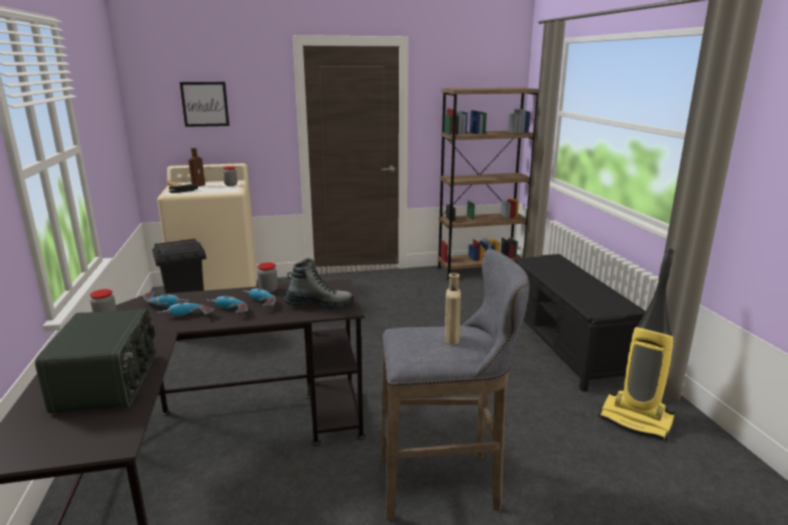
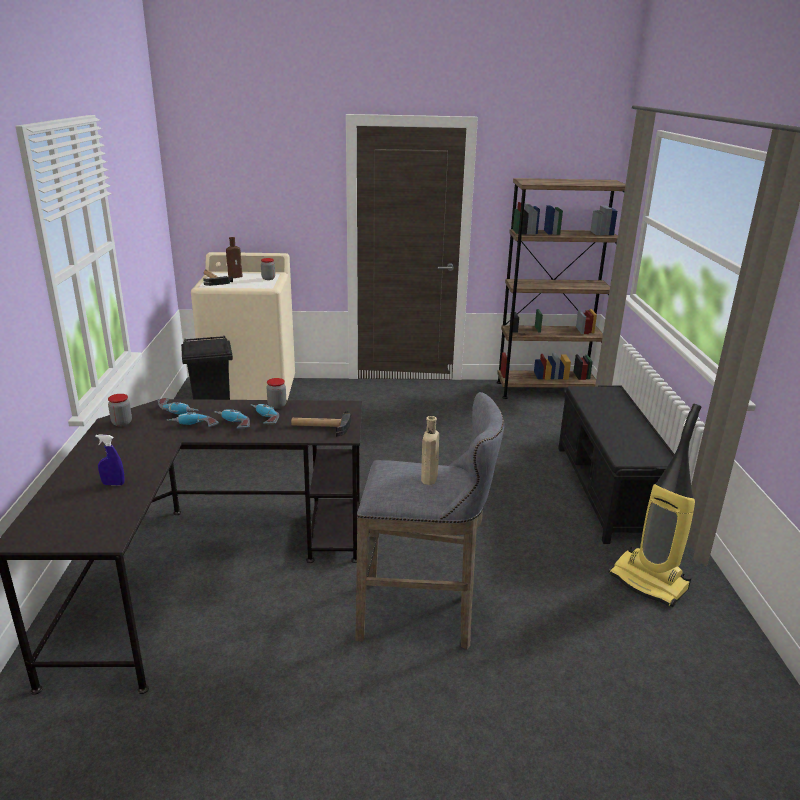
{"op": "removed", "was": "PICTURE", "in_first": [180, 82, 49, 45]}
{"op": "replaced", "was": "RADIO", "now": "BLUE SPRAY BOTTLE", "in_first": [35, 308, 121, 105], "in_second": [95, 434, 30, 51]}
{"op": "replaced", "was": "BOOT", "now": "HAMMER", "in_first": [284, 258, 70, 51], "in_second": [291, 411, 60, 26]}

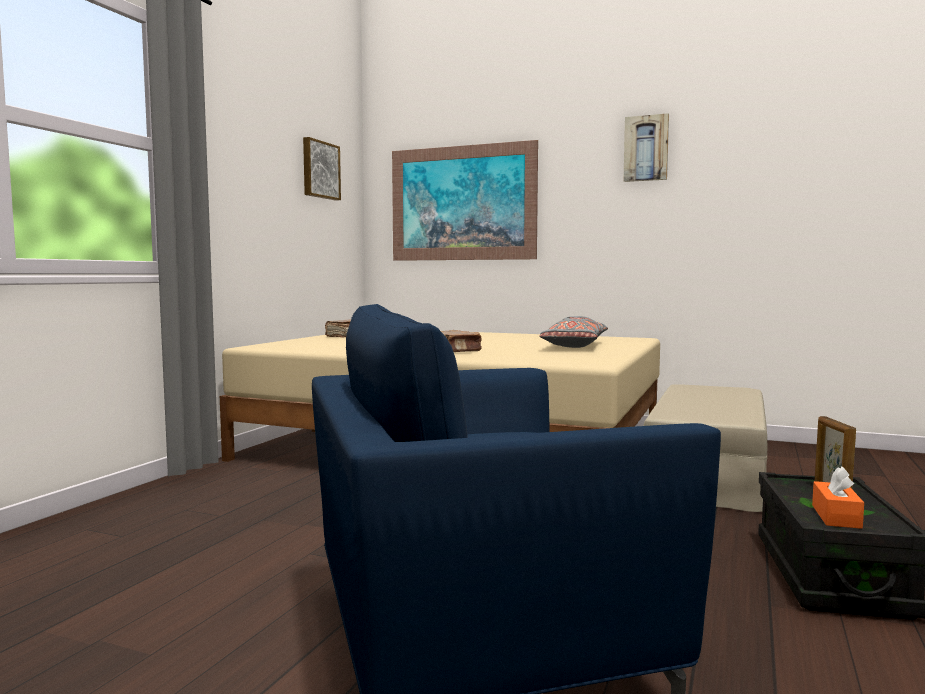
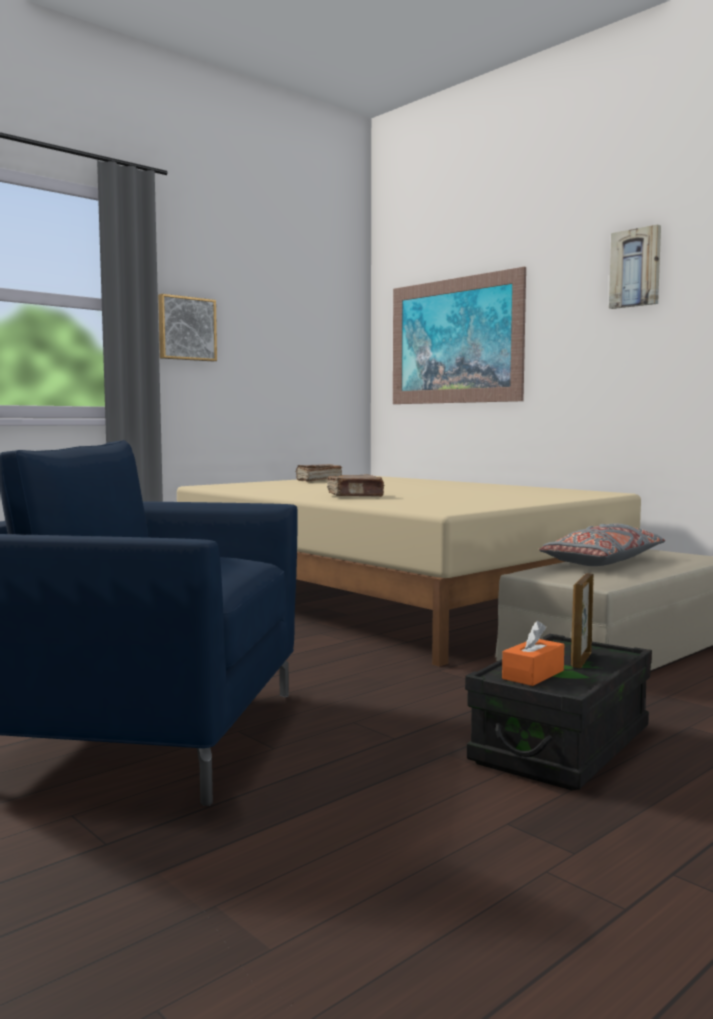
{"op": "moved", "was": "PICTURE", "in_first": [303, 137, 38, 64], "in_second": [158, 294, 59, 67]}
{"op": "moved", "was": "GREY PILLOW", "in_first": [539, 316, 69, 32], "in_second": [539, 524, 126, 42]}

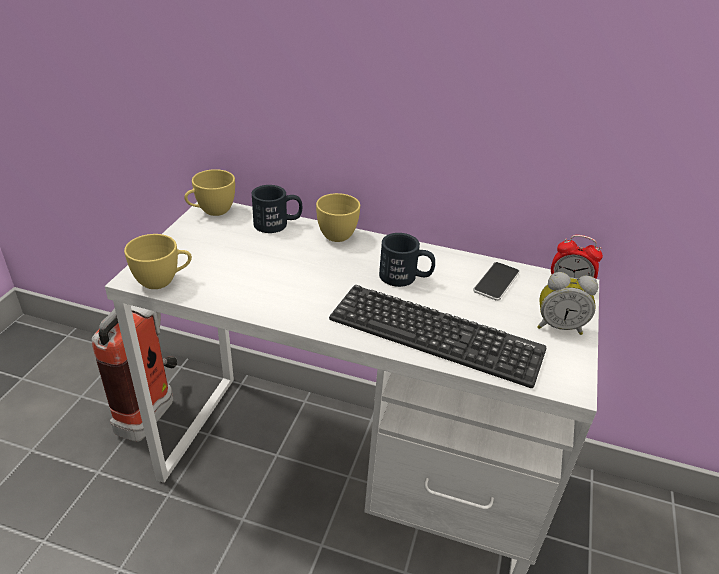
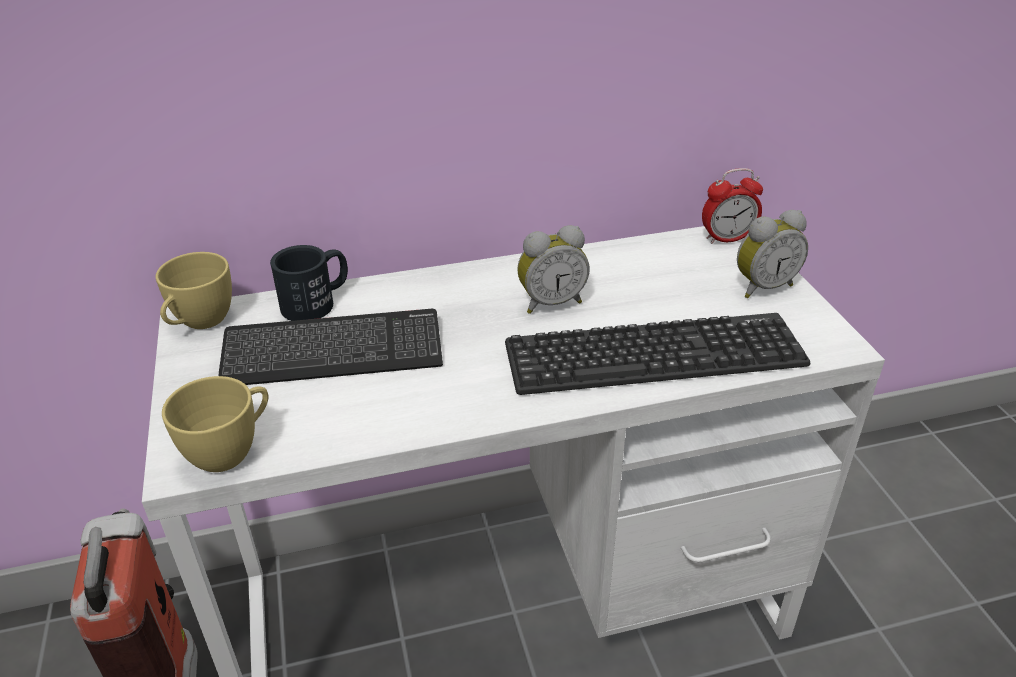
{"op": "removed", "was": "YELLOW CUP", "in_first": [316, 193, 44, 49]}
{"op": "removed", "was": "PHONE", "in_first": [473, 262, 47, 39]}
{"op": "added", "now": "KEYBOARD", "in_second": [218, 309, 225, 76]}
{"op": "replaced", "was": "BLACK MUG", "now": "ALARM CLOCK", "in_first": [379, 233, 56, 54], "in_second": [517, 225, 73, 89]}

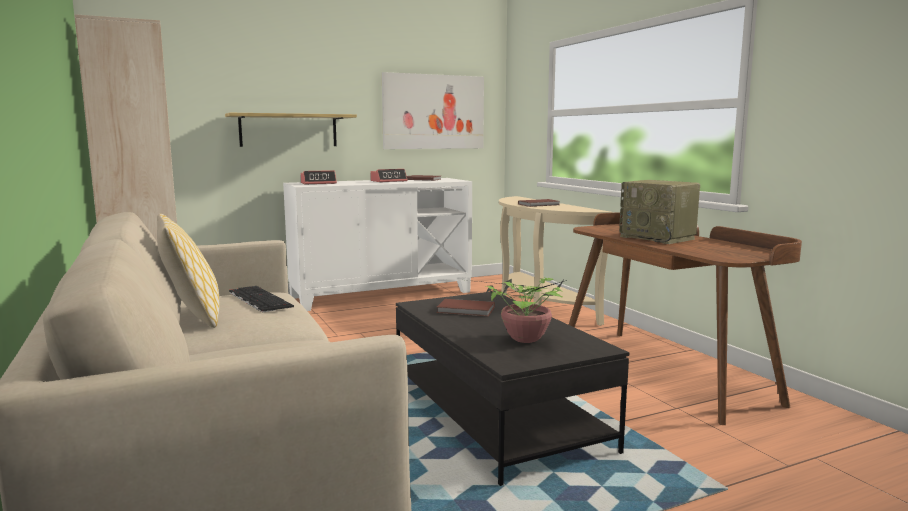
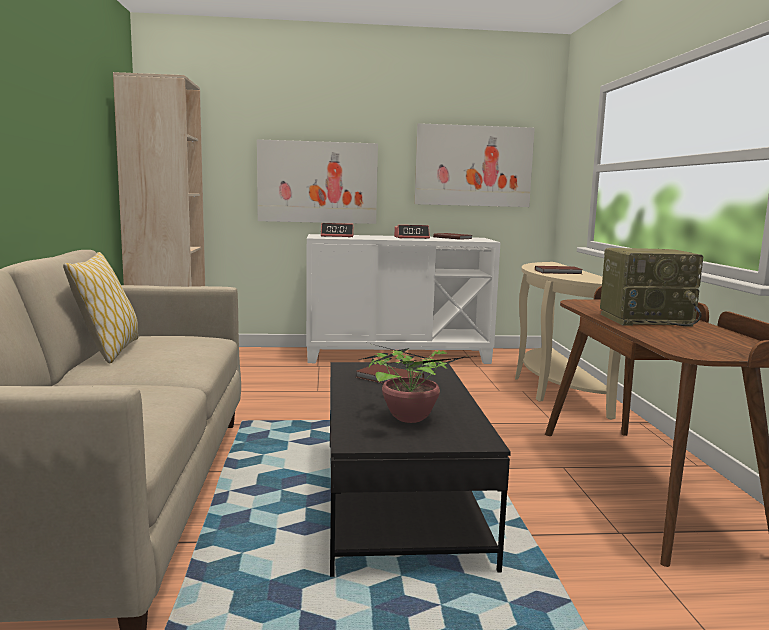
{"op": "removed", "was": "KEYBOARD", "in_first": [229, 286, 65, 27]}
{"op": "replaced", "was": "SHELF", "now": "PICTURE", "in_first": [225, 113, 132, 34], "in_second": [257, 139, 121, 85]}
{"op": "turned", "was": "RADIO", "in_first": [619, 180, 81, 64], "in_second": [600, 248, 103, 79], "clockwise": -75}

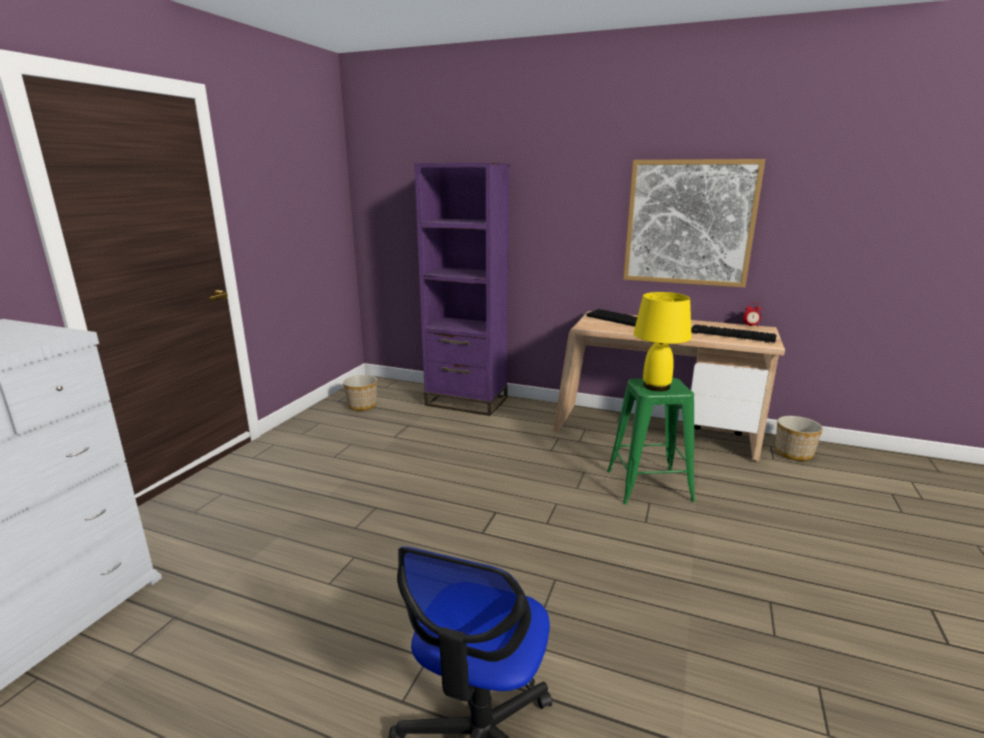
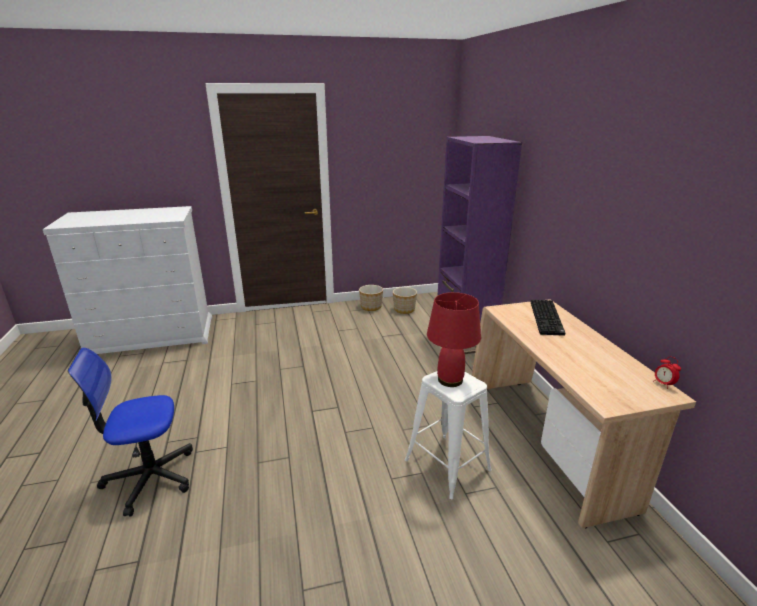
{"op": "removed", "was": "PICTURE", "in_first": [623, 159, 142, 129]}
{"op": "removed", "was": "KEYBOARD", "in_first": [691, 324, 86, 19]}
{"op": "moved", "was": "PLANTER", "in_first": [775, 416, 48, 45], "in_second": [359, 285, 24, 26]}
{"op": "recoloured", "was": "GREEN STOOL", "now": "WHITE STOOL", "in_first": [607, 378, 88, 126], "in_second": [405, 371, 87, 128]}
{"op": "recoloured", "was": "YELLOW TABLE LAMP", "now": "RED TABLE LAMP", "in_first": [633, 292, 59, 99], "in_second": [427, 292, 54, 95]}

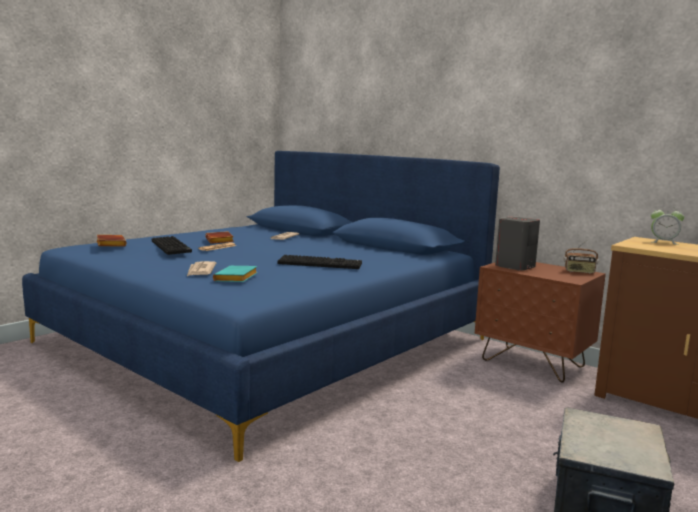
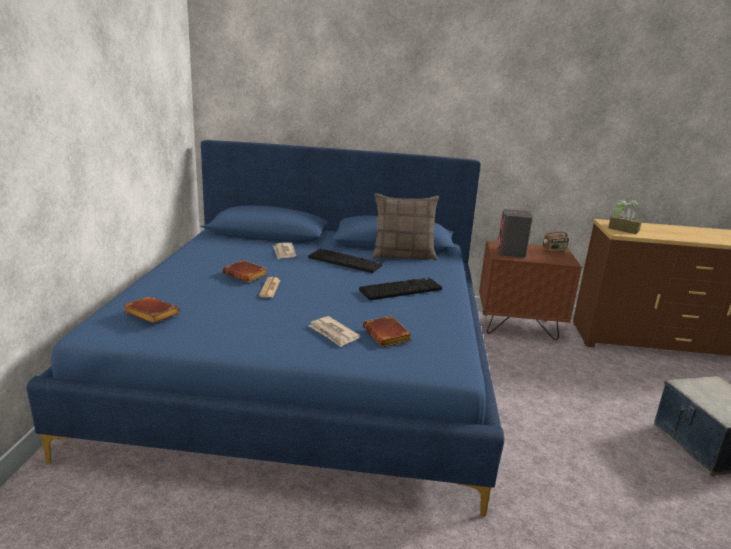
{"op": "added", "now": "PILLOW", "in_second": [372, 193, 67, 67]}
{"op": "added", "now": "BROWN TISSUE BOX", "in_second": [608, 208, 34, 26]}
{"op": "moved", "was": "KEYBOARD", "in_first": [152, 236, 40, 19], "in_second": [308, 249, 75, 24]}
{"op": "recoloured", "was": "TURQUOISE BOOK", "now": "BROWN BOOK", "in_first": [213, 266, 45, 16], "in_second": [363, 316, 49, 31]}

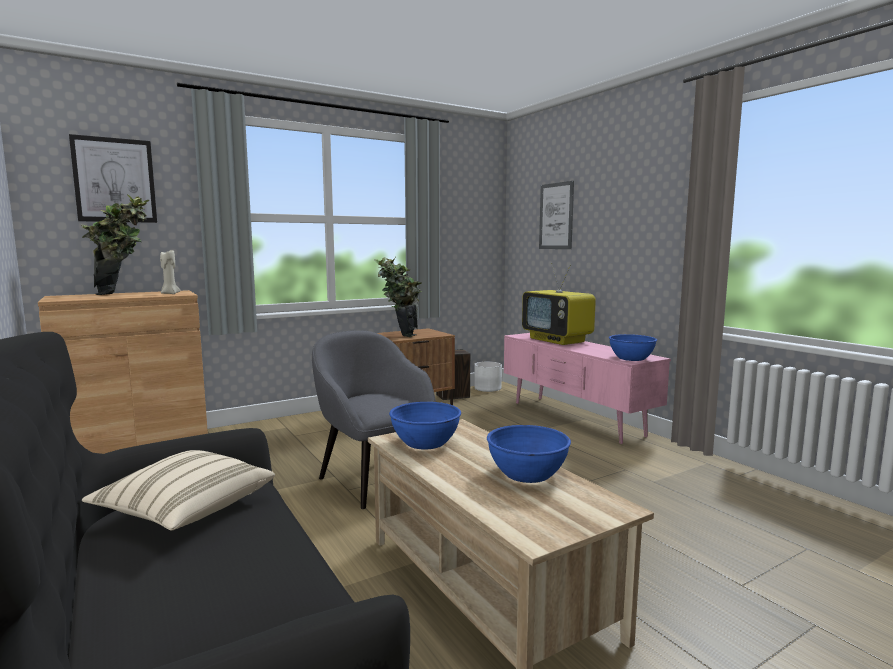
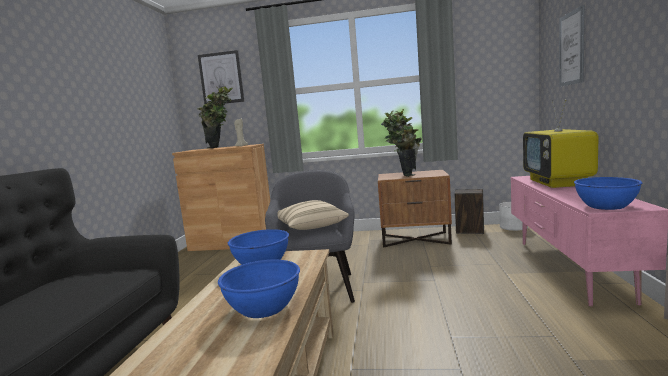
{"op": "moved", "was": "BEIGE PILLOW", "in_first": [82, 450, 193, 80], "in_second": [278, 200, 71, 30]}

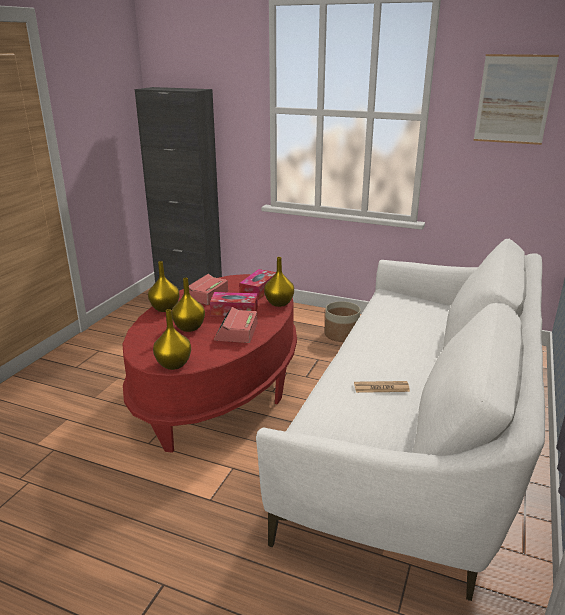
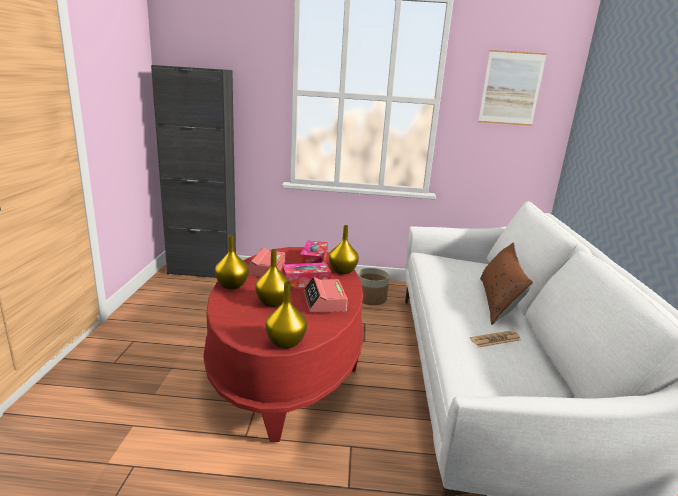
{"op": "added", "now": "BROWN PILLOW", "in_second": [480, 243, 53, 82]}

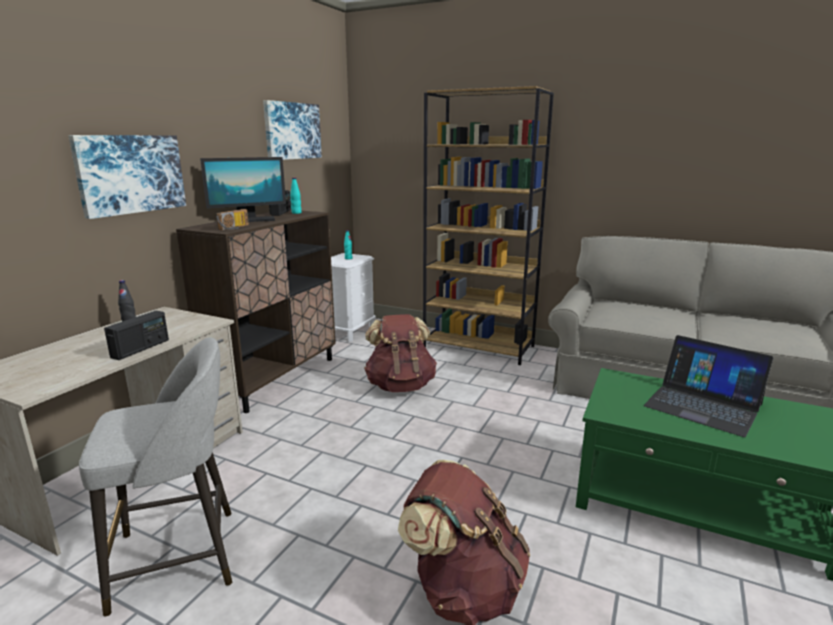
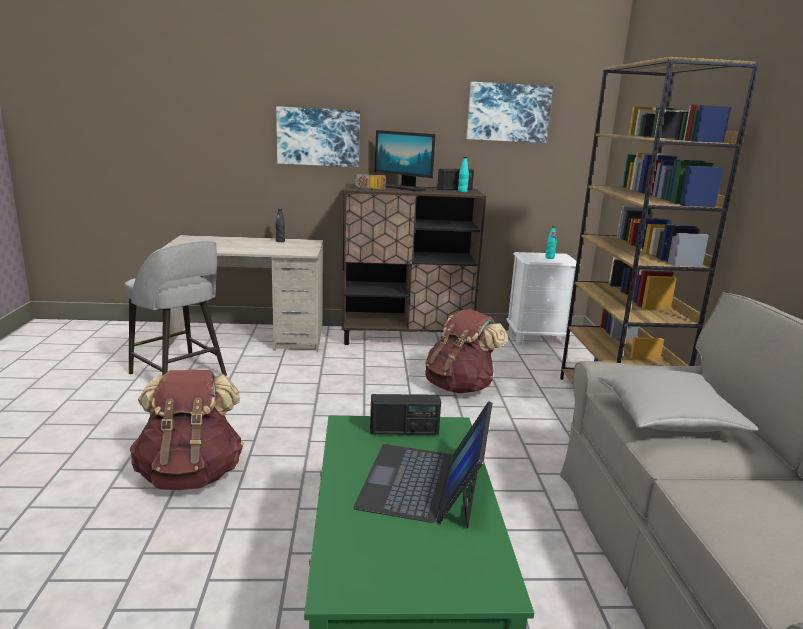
{"op": "added", "now": "GREY PILLOW", "in_second": [597, 370, 161, 62]}
{"op": "moved", "was": "RADIO", "in_first": [104, 311, 65, 49], "in_second": [370, 394, 71, 41]}

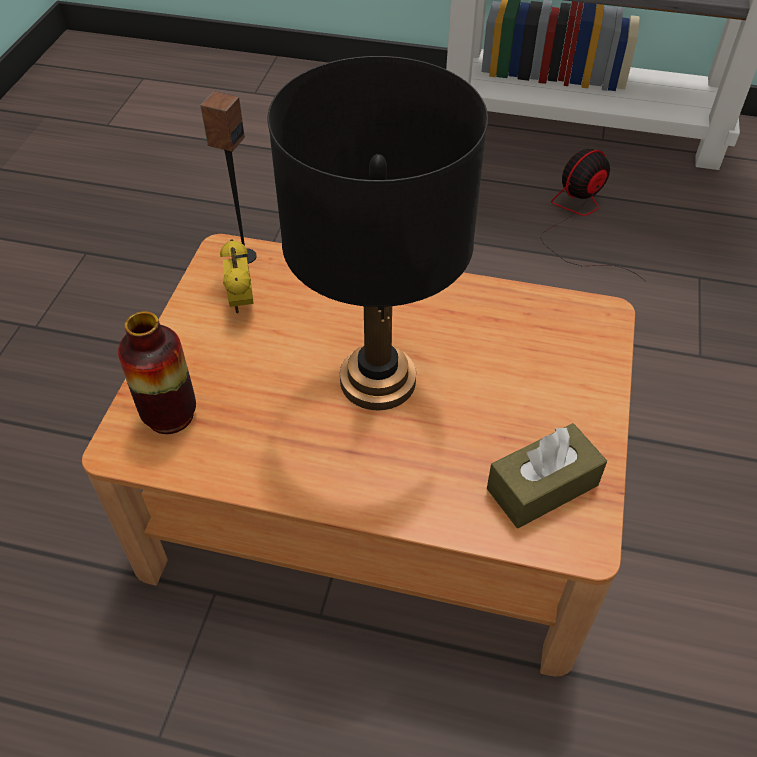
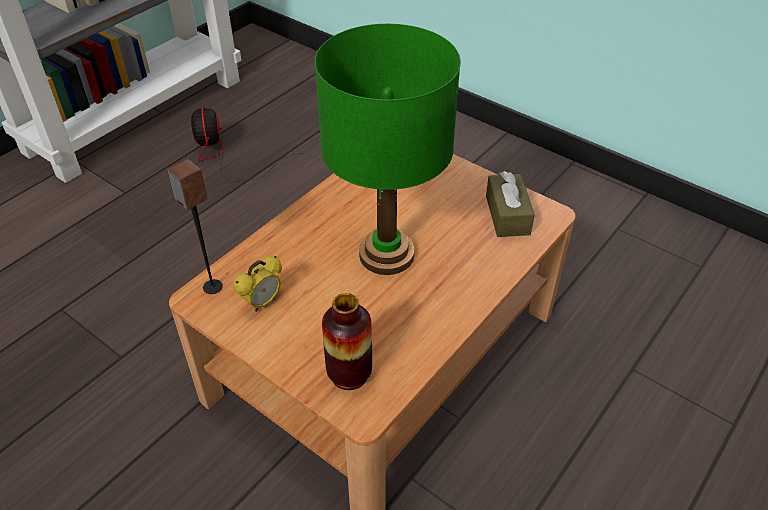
{"op": "recoloured", "was": "BLACK TABLE LAMP", "now": "GREEN TABLE LAMP", "in_first": [268, 56, 220, 354], "in_second": [314, 24, 147, 251]}
{"op": "turned", "was": "ALARM CLOCK", "in_first": [220, 239, 34, 75], "in_second": [233, 256, 49, 56], "clockwise": -60}

